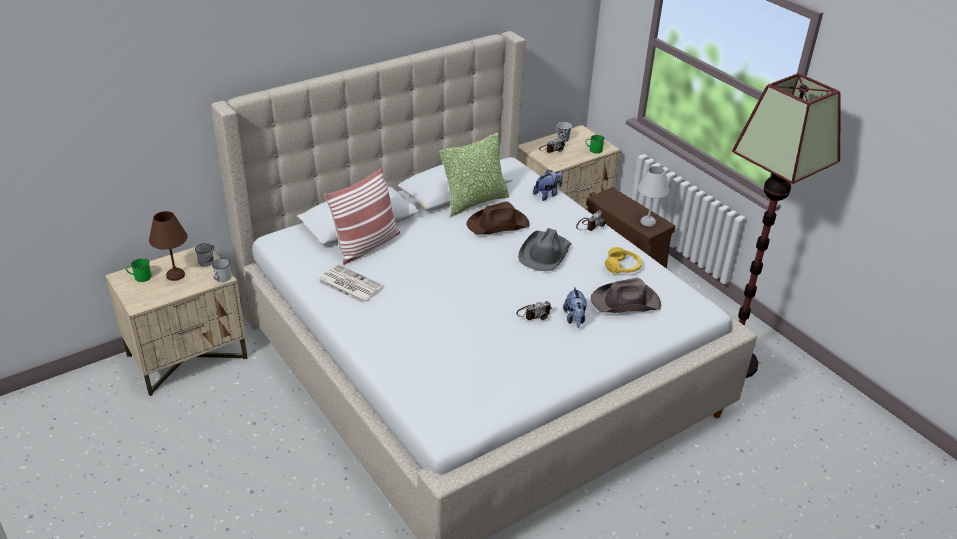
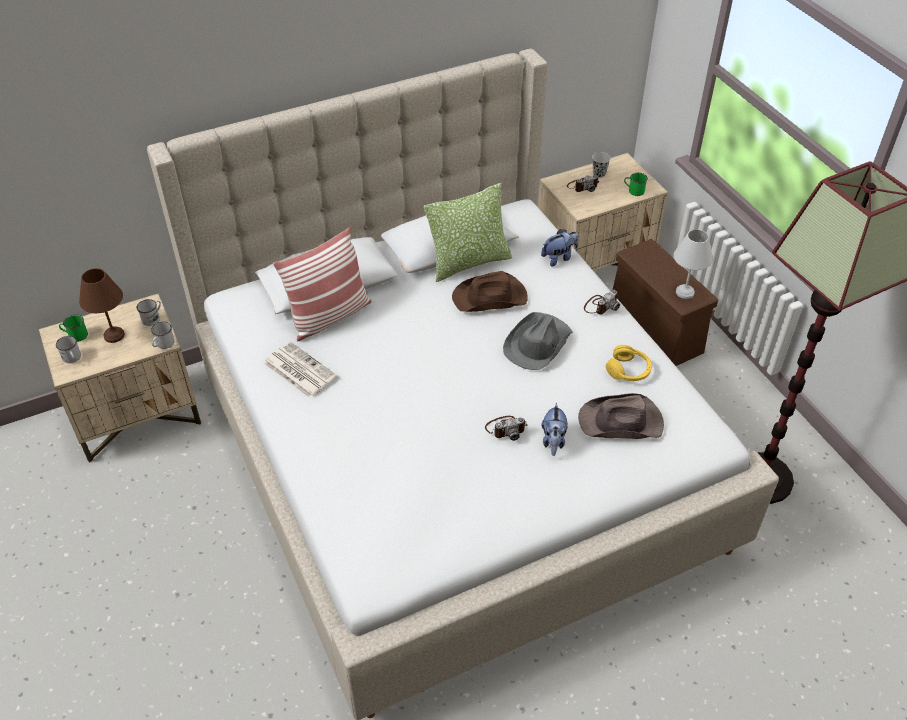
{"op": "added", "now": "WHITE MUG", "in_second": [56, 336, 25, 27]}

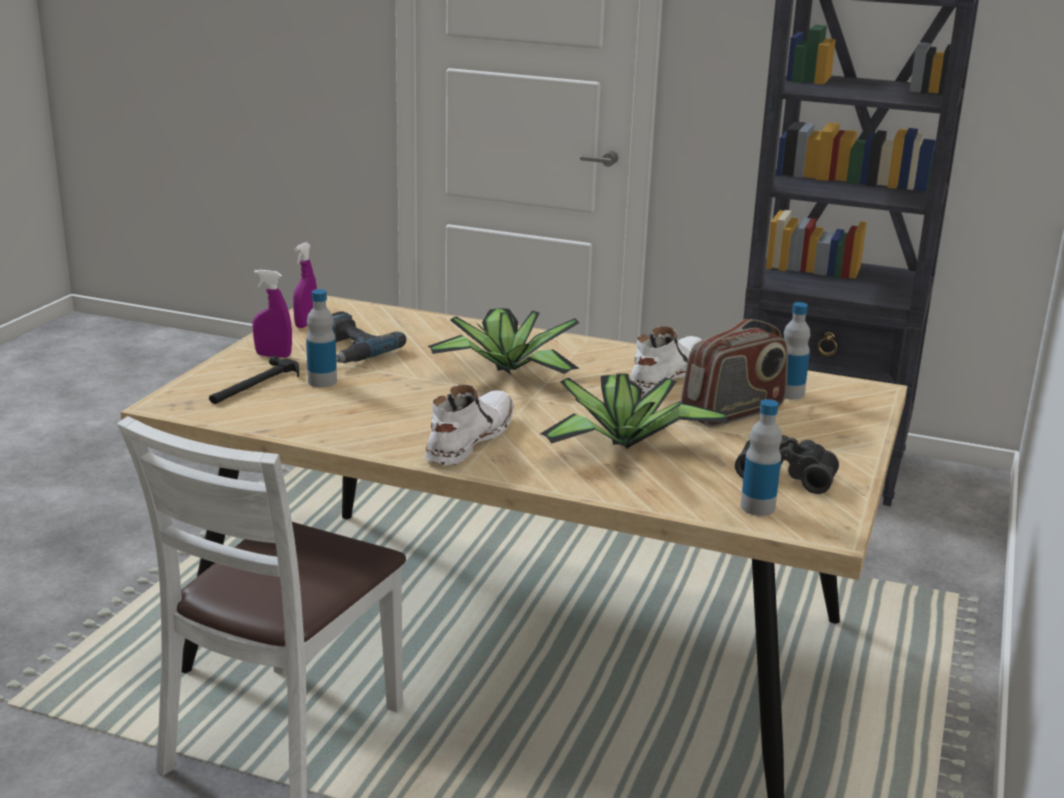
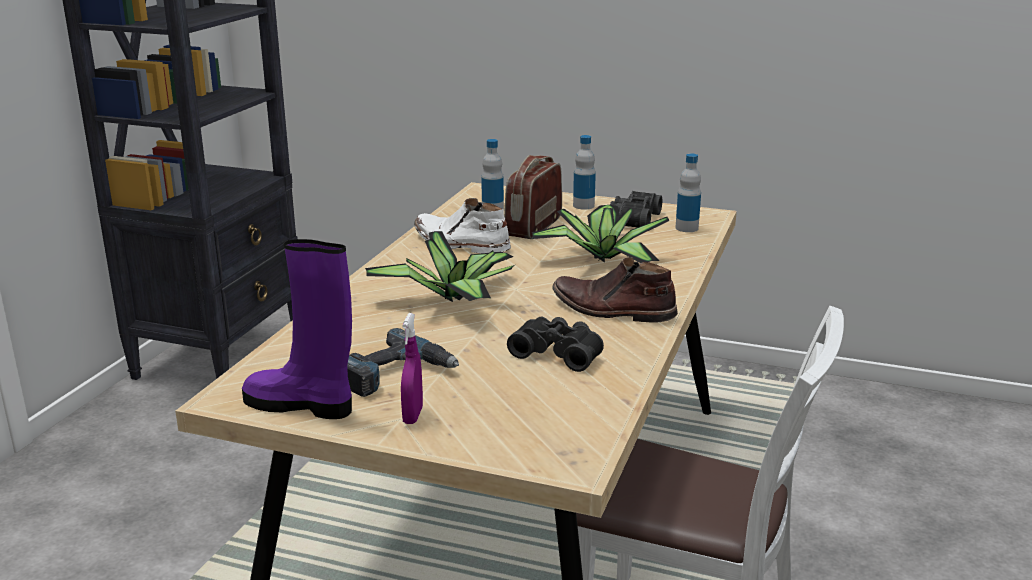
{"op": "removed", "was": "HAMMER", "in_first": [209, 356, 90, 48]}
{"op": "added", "now": "BLACK BINOCULARS", "in_second": [507, 317, 97, 55]}
{"op": "moved", "was": "BOTTLE", "in_first": [306, 289, 31, 98], "in_second": [573, 135, 23, 75]}
{"op": "replaced", "was": "PURPLE SPRAY BOTTLE", "now": "PURPLE BOOT", "in_first": [293, 242, 24, 86], "in_second": [242, 239, 110, 180]}
{"op": "recoloured", "was": "WHITE BOOT", "now": "BROWN BOOT", "in_first": [425, 385, 88, 81], "in_second": [552, 257, 126, 66]}
{"op": "turned", "was": "RADIO", "in_first": [681, 319, 107, 108], "in_second": [504, 155, 58, 84], "clockwise": -120}

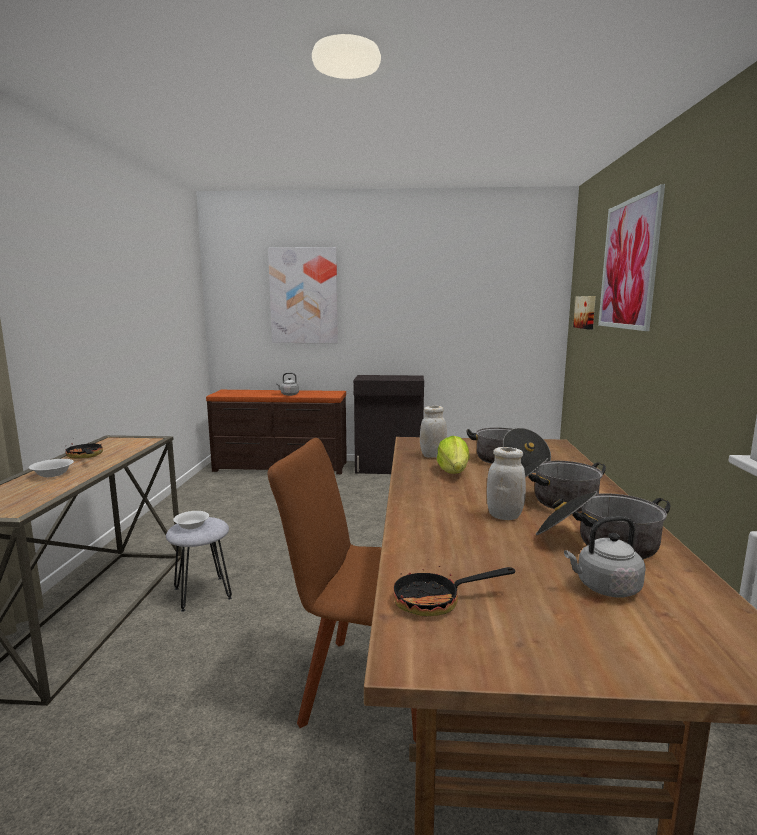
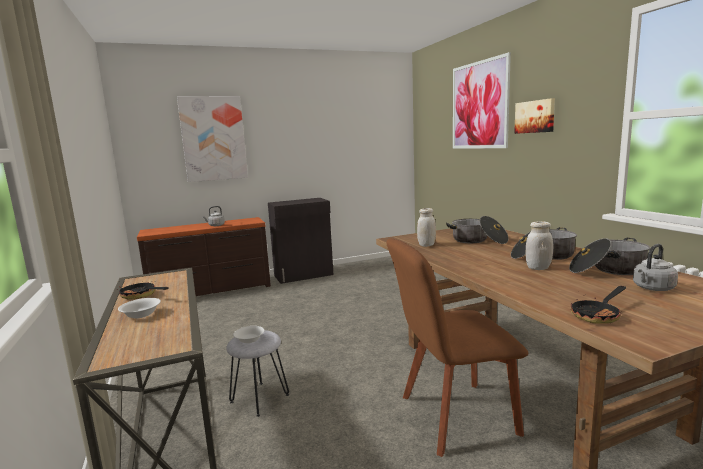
{"op": "removed", "was": "LETTUCE", "in_first": [437, 436, 33, 38]}
{"op": "moved", "was": "PICTURE", "in_first": [573, 296, 23, 34], "in_second": [514, 98, 41, 36]}

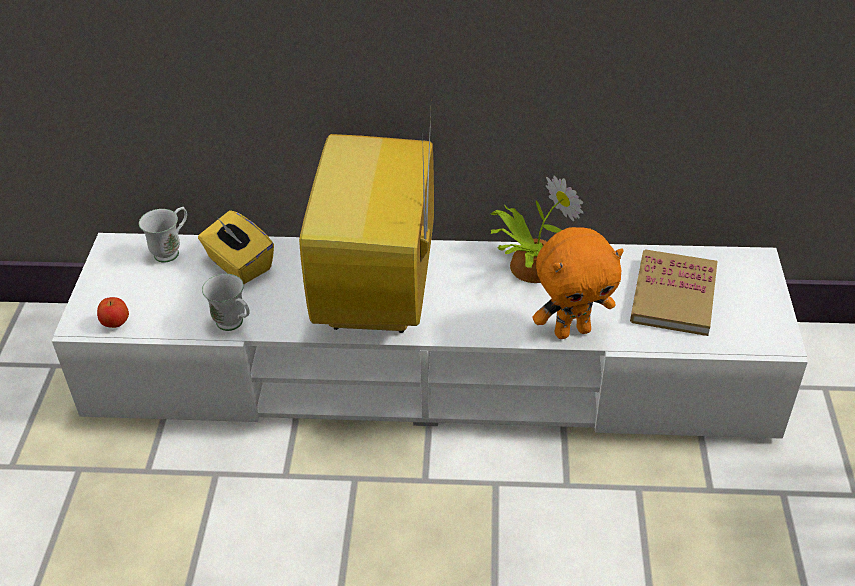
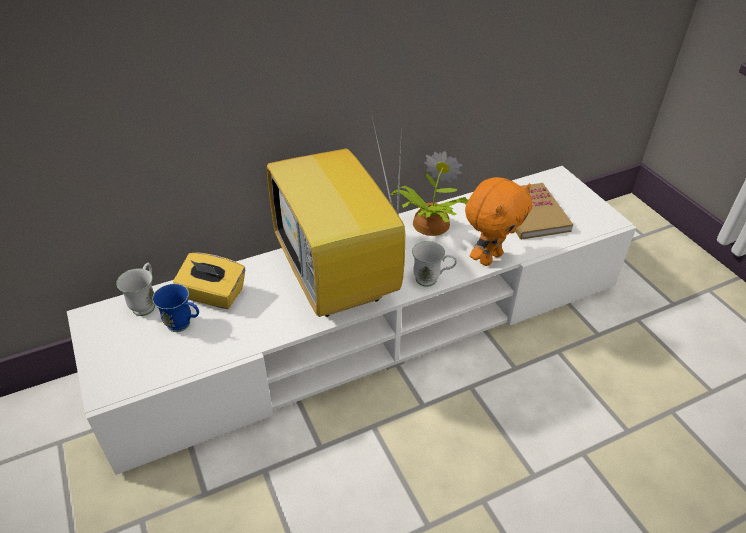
{"op": "removed", "was": "APPLE", "in_first": [97, 297, 32, 31]}
{"op": "added", "now": "BLUE MUG", "in_second": [152, 284, 47, 48]}
{"op": "moved", "was": "WHITE MUG", "in_first": [202, 274, 48, 57], "in_second": [412, 241, 45, 46]}

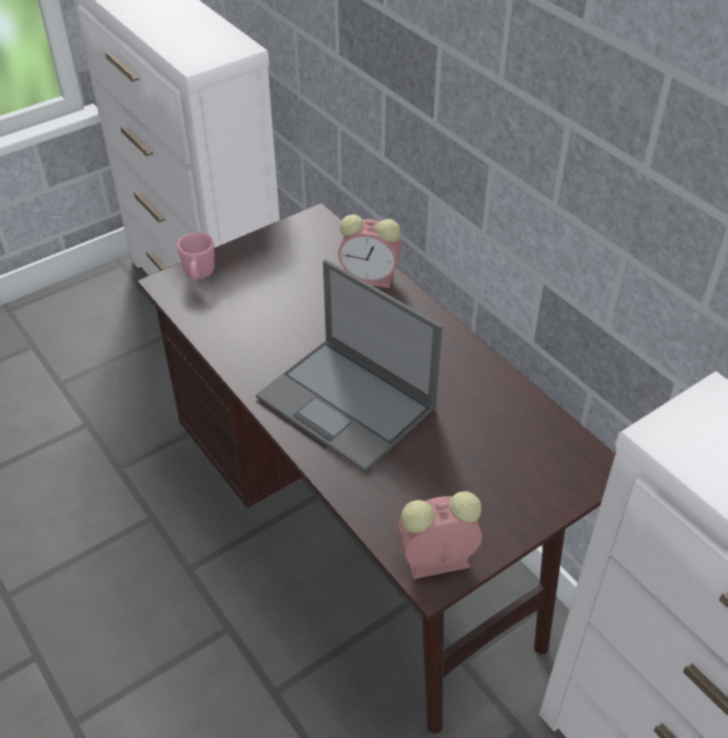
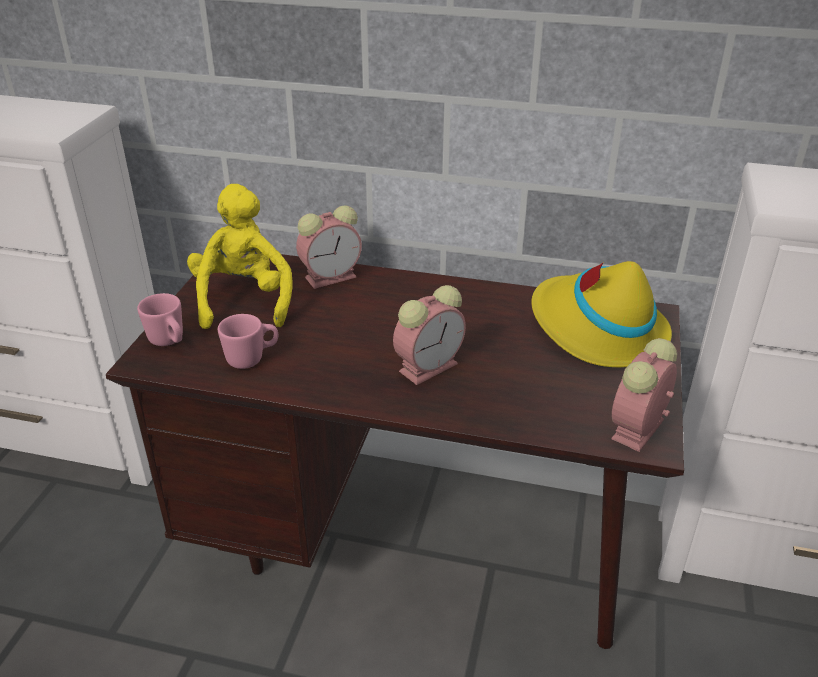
{"op": "added", "now": "YELLOW PLUSH TOY", "in_second": [187, 184, 106, 145]}
{"op": "added", "now": "PINK MUG", "in_second": [218, 314, 60, 55]}
{"op": "added", "now": "YELLOW HAT", "in_second": [531, 261, 141, 106]}
{"op": "replaced", "was": "LAPTOP", "now": "ALARM CLOCK", "in_first": [256, 259, 187, 213], "in_second": [393, 285, 73, 100]}

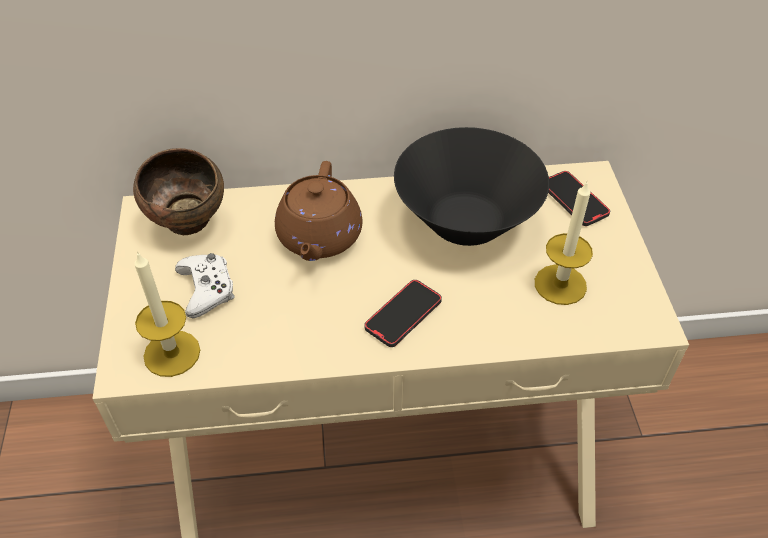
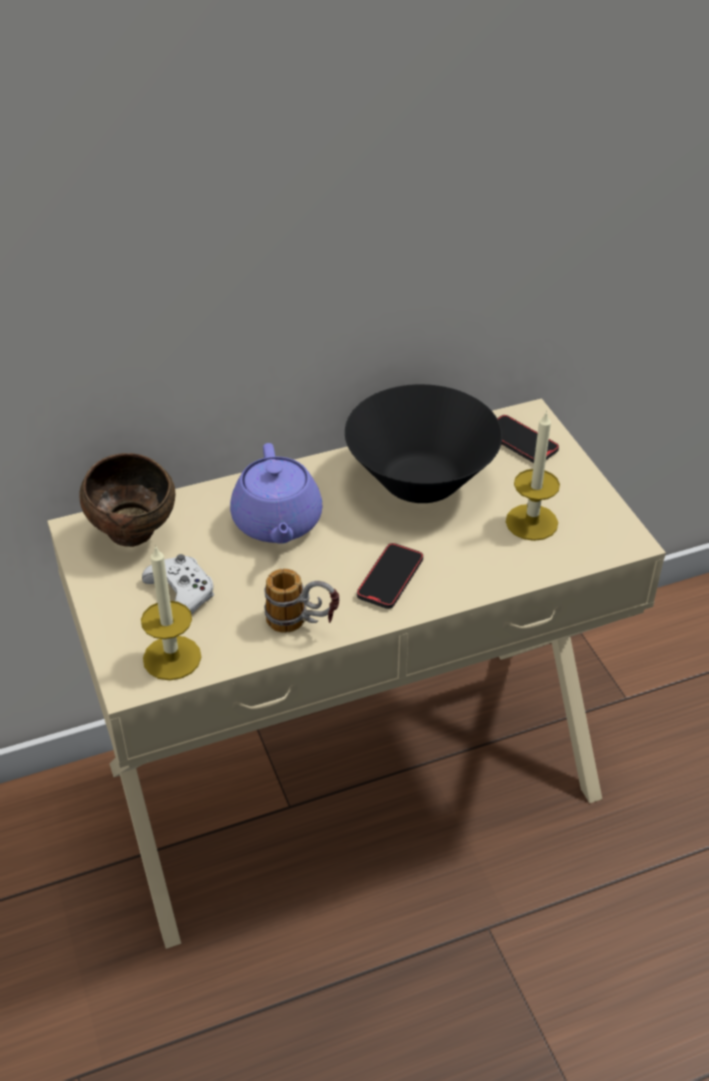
{"op": "added", "now": "MUG", "in_second": [264, 569, 75, 64]}
{"op": "recoloured", "was": "BROWN TEAPOT", "now": "PURPLE TEAPOT", "in_first": [275, 161, 88, 100], "in_second": [230, 443, 92, 101]}

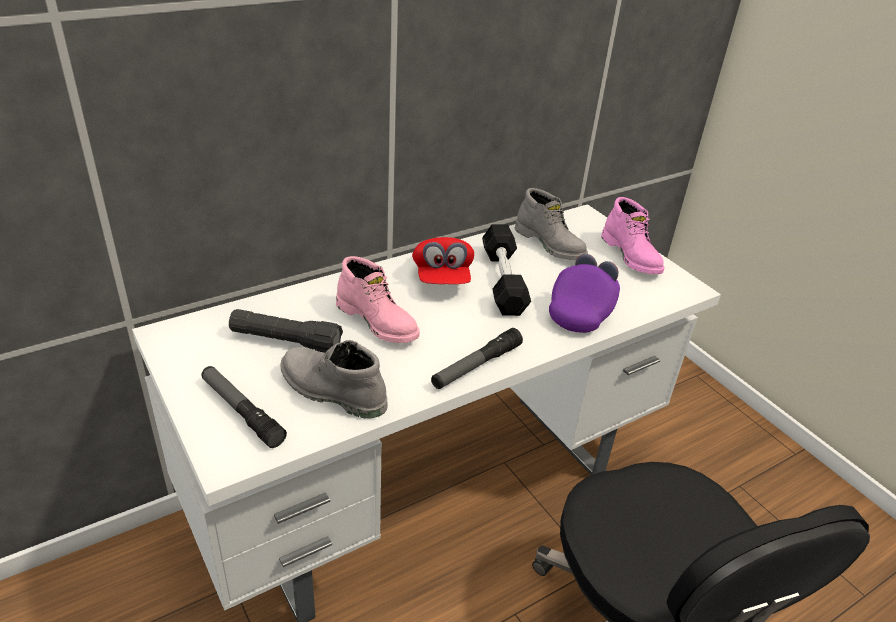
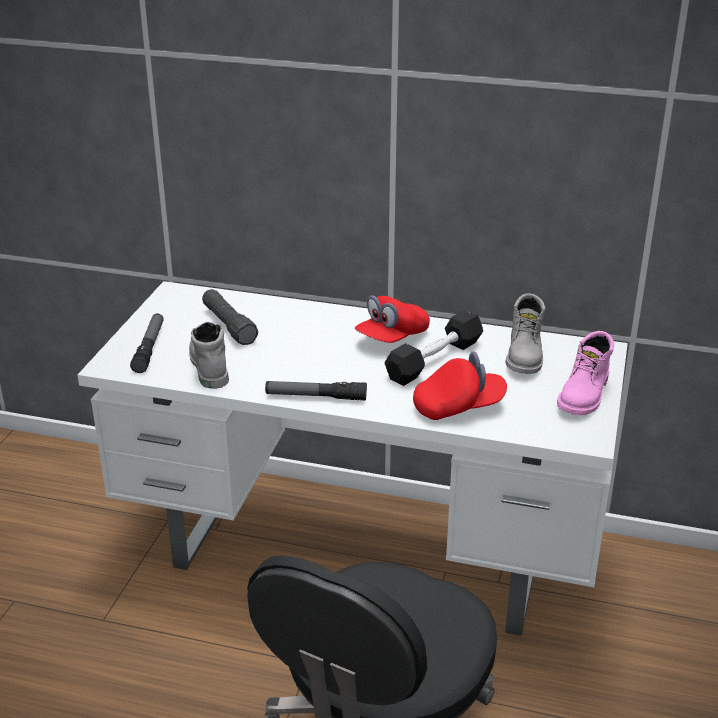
{"op": "removed", "was": "PINK BOOT", "in_first": [336, 256, 84, 87]}
{"op": "recoloured", "was": "PURPLE CAP", "now": "RED CAP", "in_first": [549, 254, 71, 79], "in_second": [413, 351, 94, 69]}

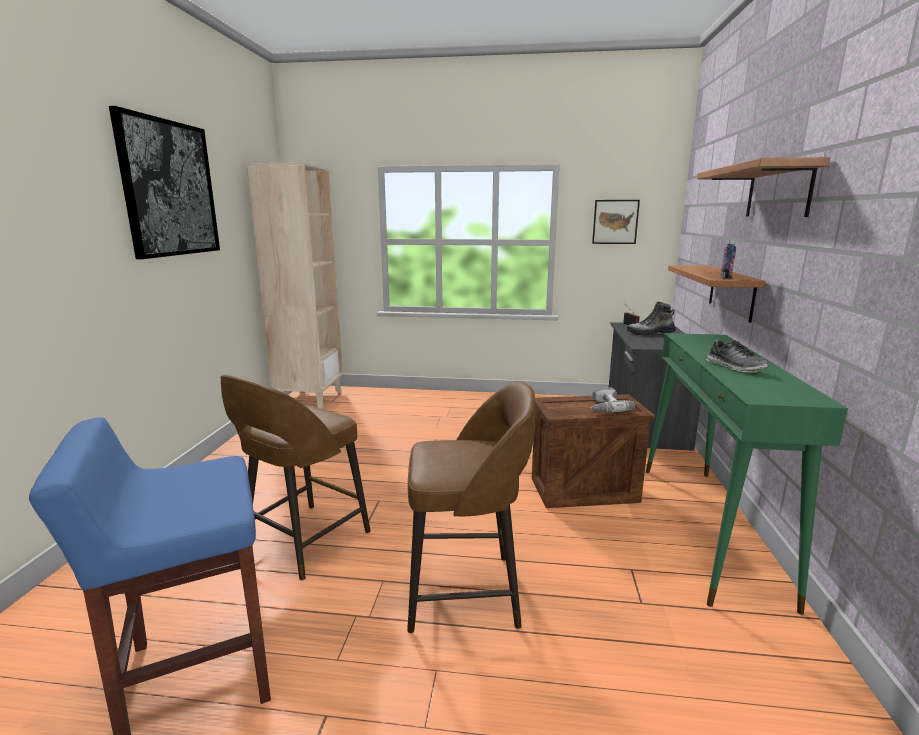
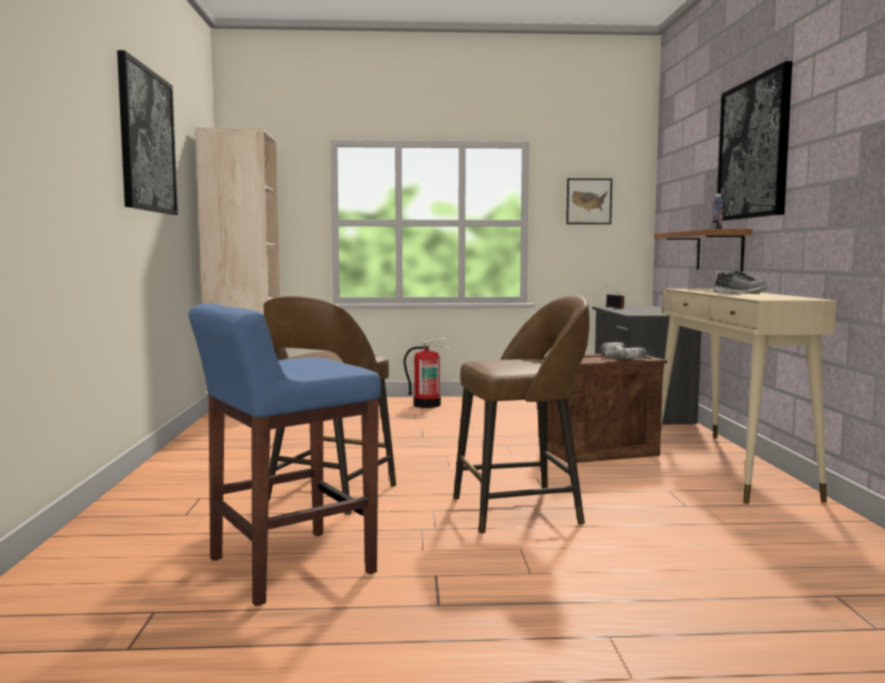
{"op": "removed", "was": "BOOT", "in_first": [627, 301, 49, 35]}
{"op": "added", "now": "FIRE EXTINGUISHER", "in_second": [404, 338, 47, 70]}
{"op": "replaced", "was": "SHELF", "now": "PICTURE", "in_first": [697, 157, 133, 60], "in_second": [717, 61, 75, 160]}
{"op": "recoloured", "was": "GREEN CONSOLE TABLE", "now": "BEIGE CONSOLE TABLE", "in_first": [646, 333, 202, 282], "in_second": [661, 288, 176, 216]}

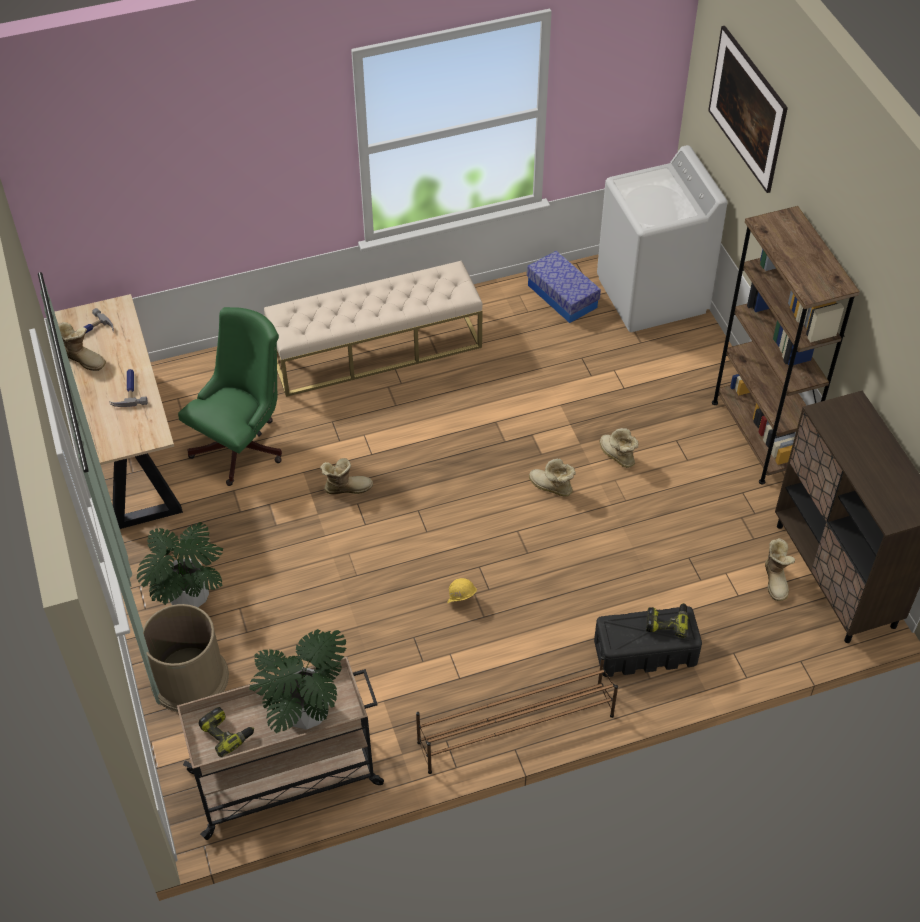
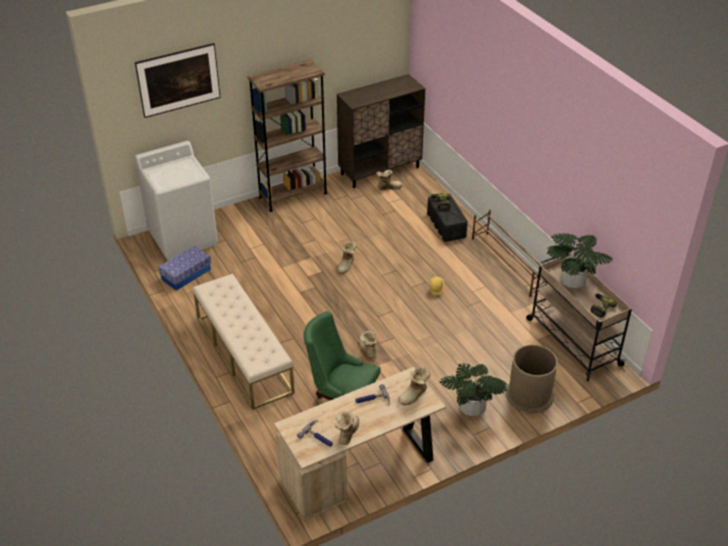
{"op": "moved", "was": "BOOT", "in_first": [600, 428, 39, 40], "in_second": [398, 366, 32, 39]}

